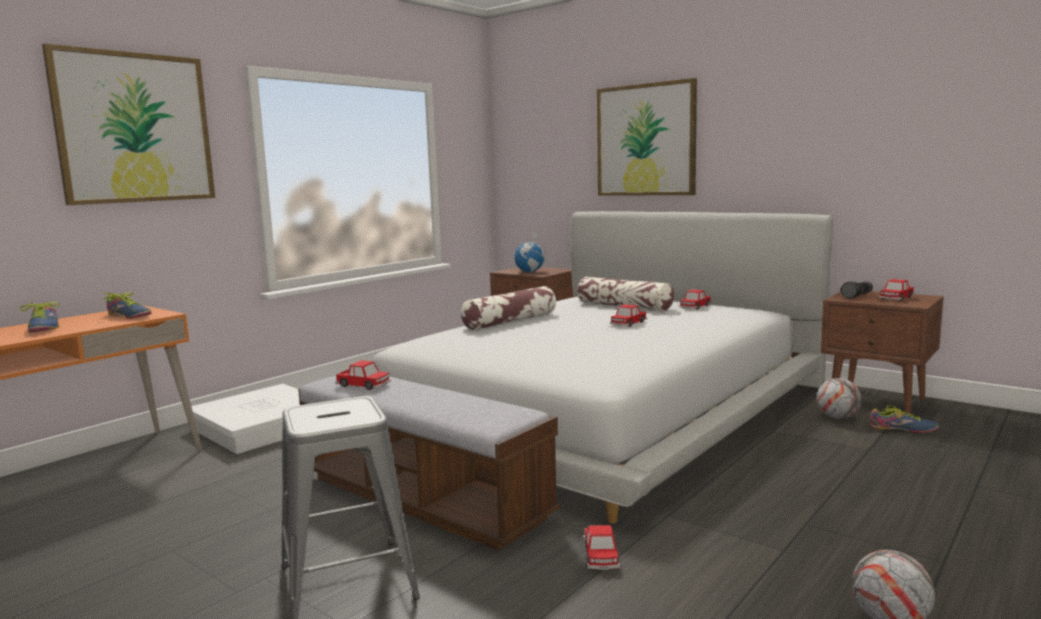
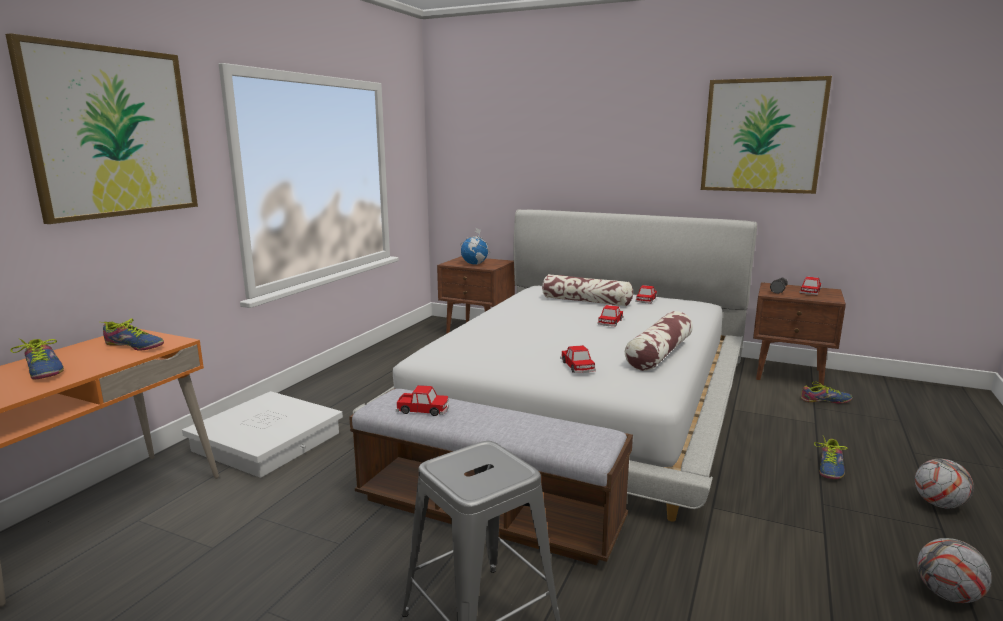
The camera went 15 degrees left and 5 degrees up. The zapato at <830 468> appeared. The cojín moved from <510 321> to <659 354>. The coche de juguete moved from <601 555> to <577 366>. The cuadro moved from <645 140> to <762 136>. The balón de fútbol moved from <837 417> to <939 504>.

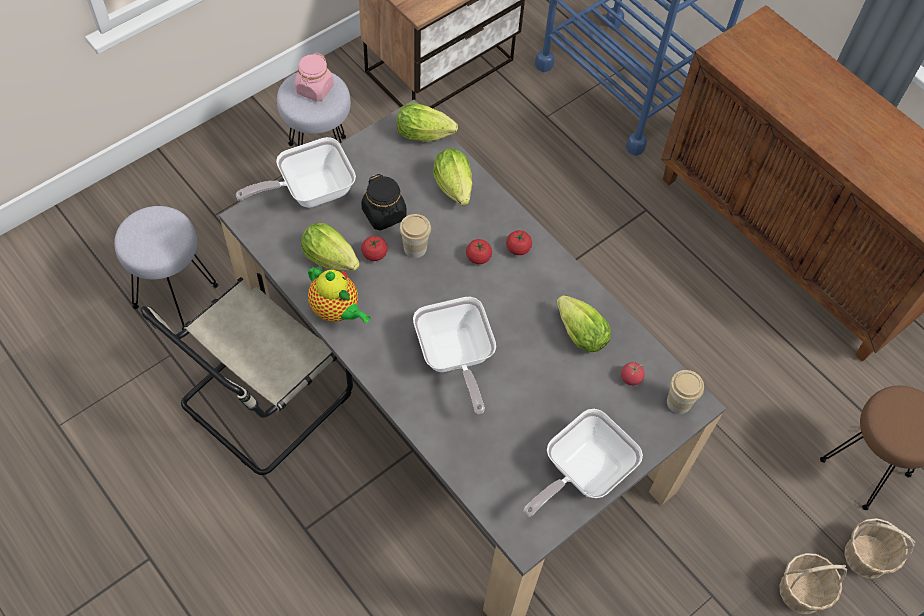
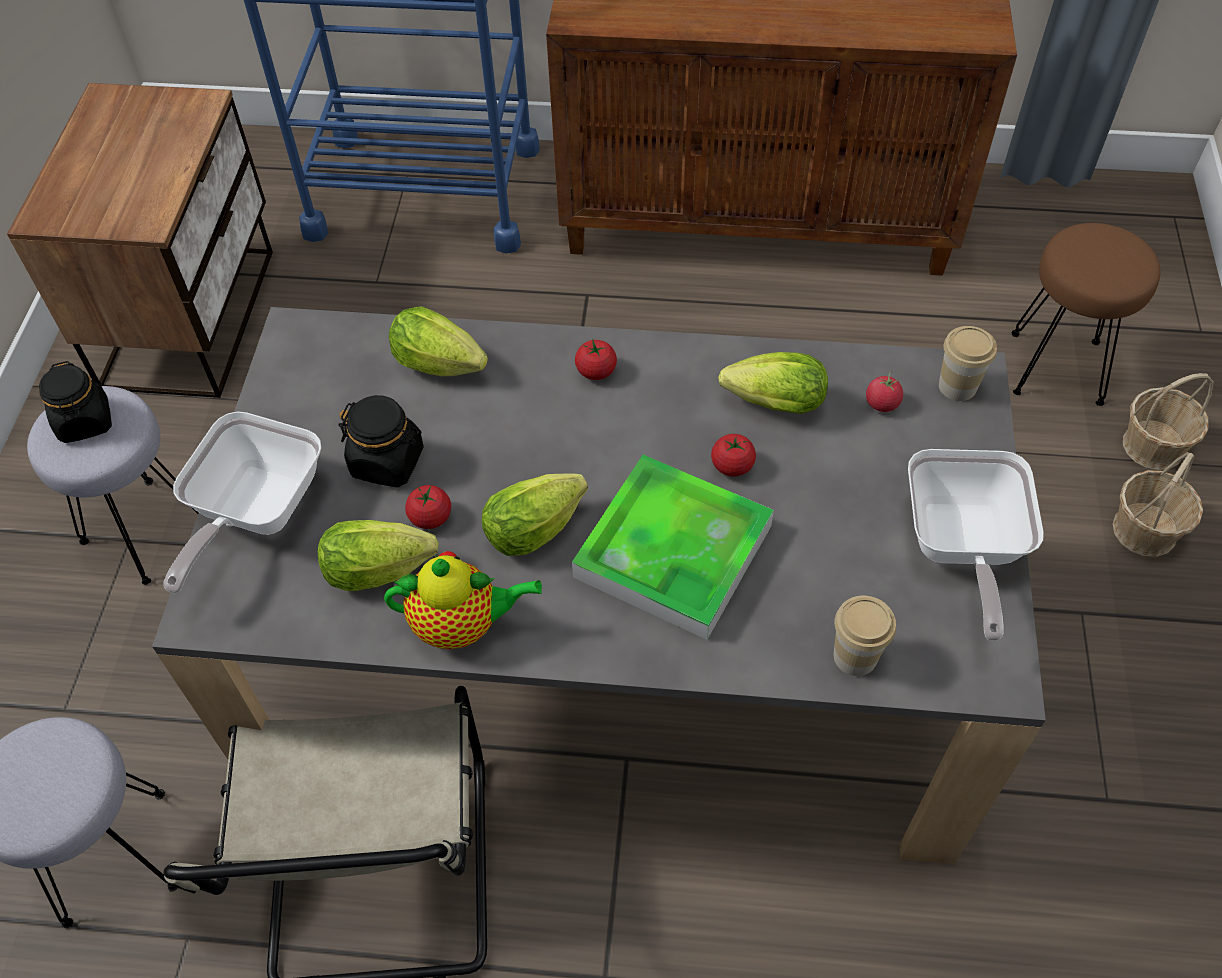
The camera went 40 degrees left and 5 degrees down. The lechuga moved from <427 135> to <539 526>. The taza moved from <415 248> to <855 656>. The tomate moved from <478 257> to <732 466>. The sartén at <455 358> was replaced by the bandeja at <673 551>. The tarro/rosa at <314 89> became the tarro/negro at <85 422>.

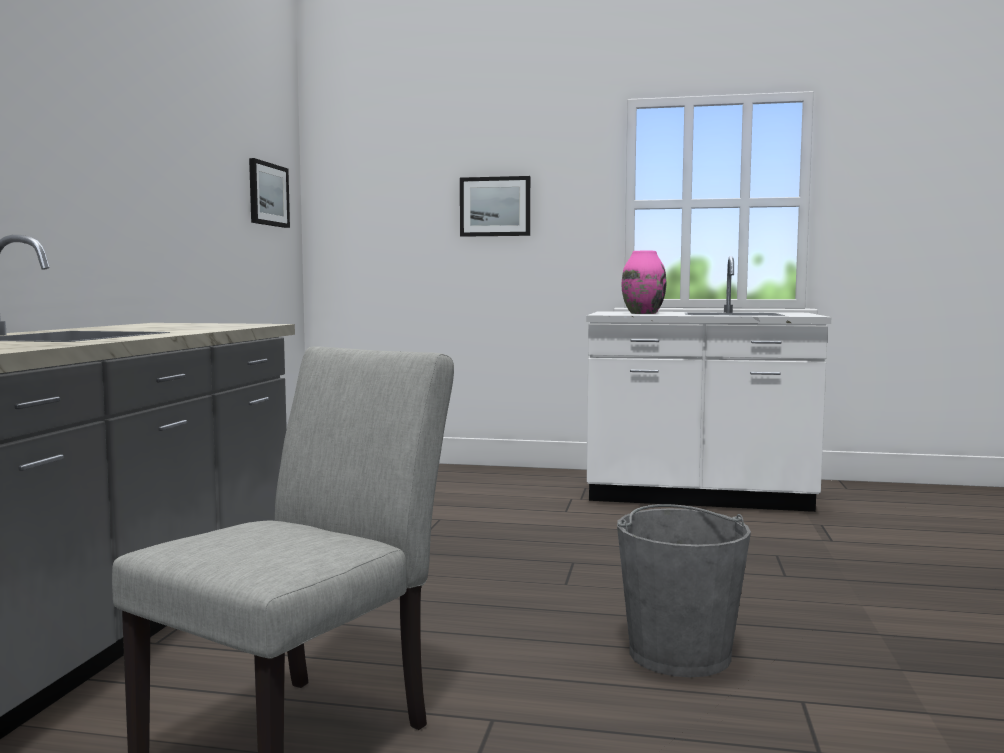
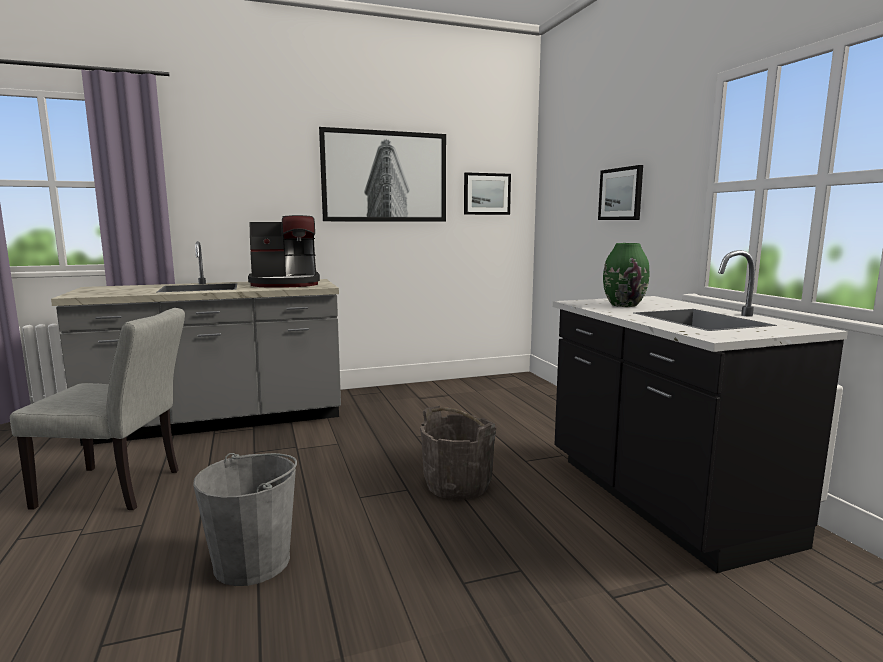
The camera went 60 degrees right and 5 degrees up. The cafetera at <286 284> appeared. The cuadro at <385 177> appeared. The cubo/gris at <457 484> appeared. The mueble bajo de cocina/blanco at <697 496> became the mueble bajo de cocina/negro at <661 500>. The florero/rosa at <642 313> became the florero/verde at <624 305>.

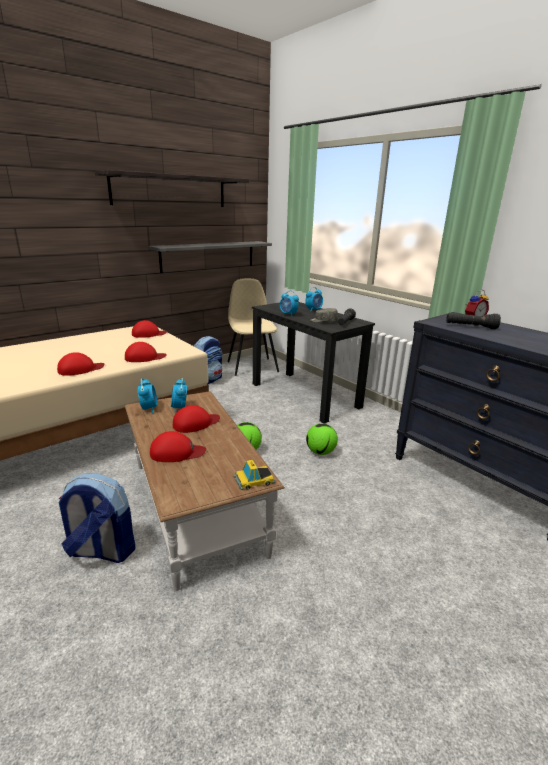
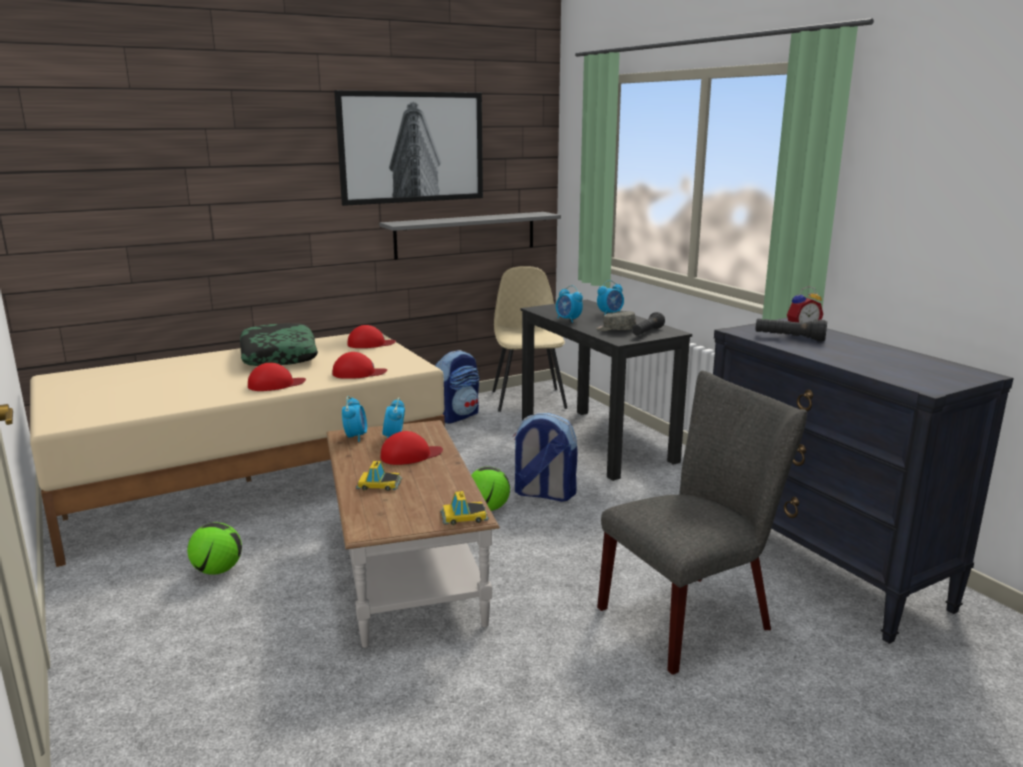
The camera went 10 degrees right and 5 degrees down. The cojín at <278 355> appeared. The silla/gris at <693 616> appeared. The mochila moved from <101 551> to <543 494>. The balón de fútbol moved from <320 452> to <218 570>. The estante at <170 191> was replaced by the cuadro at <412 147>. The gorra/rojo at <177 452> was replaced by the coche de juguete at <379 484>.

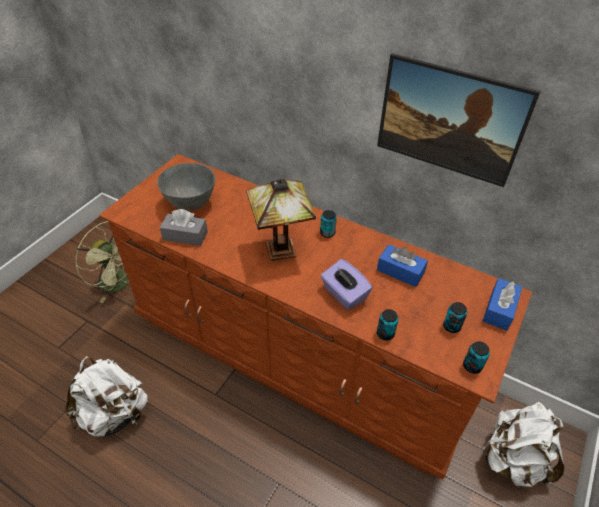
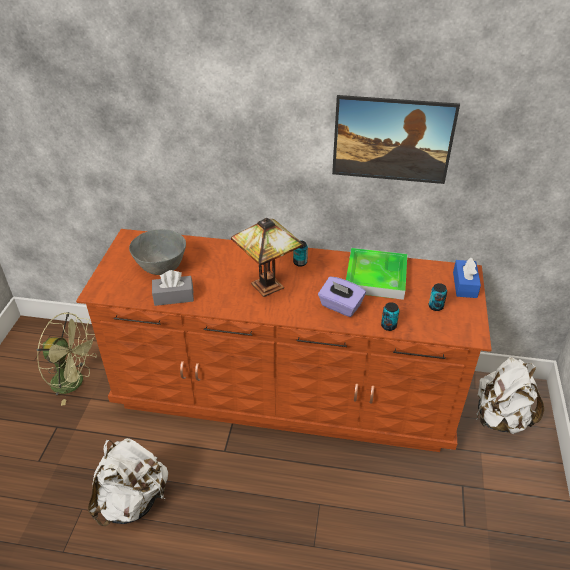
The camera went 20 degrees left and 5 degrees down. The lata at <472 366> disappeared. The caja de pañuelos/azul at <400 271> was replaced by the bandeja at <376 277>.

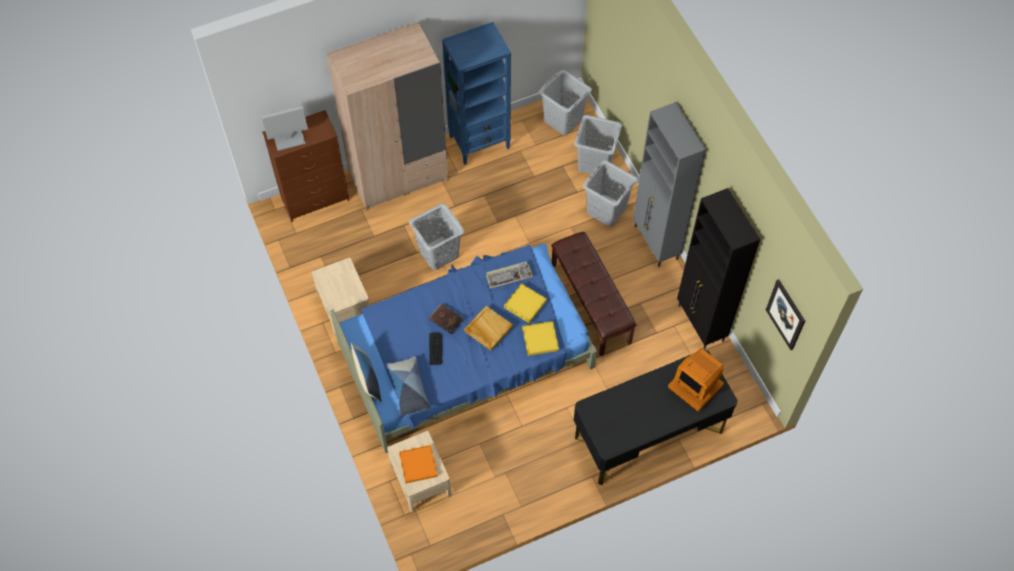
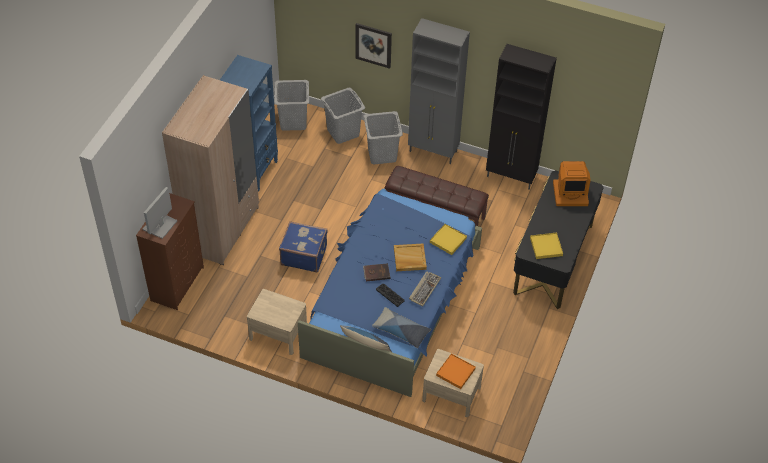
The camera went 45 degrees left and 10 degrees down. The teclado moved from <509 275> to <424 289>. The bandeja/amarillo moved from <525 304> to <546 247>. The cuadro moved from <786 314> to <373 45>. The cesto de la ropa/gris at <438 253> was replaced by the maleta/azul at <304 255>.

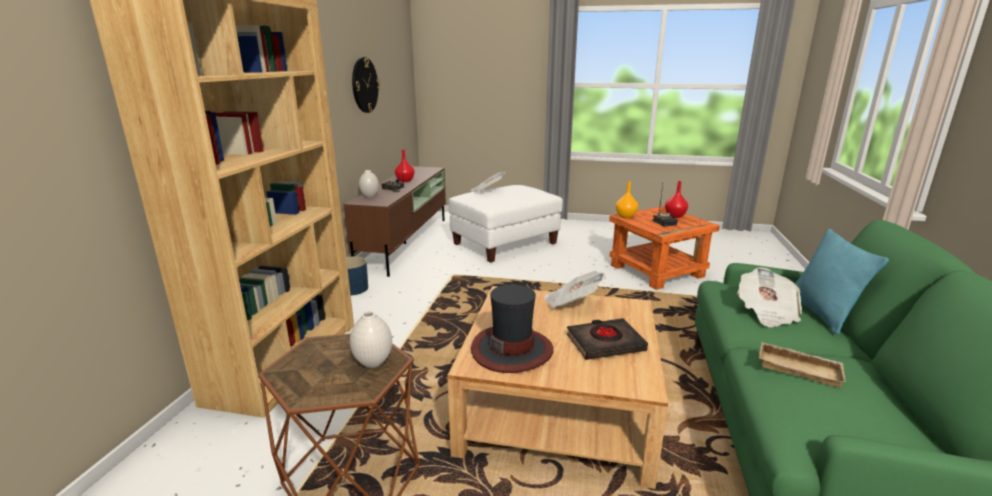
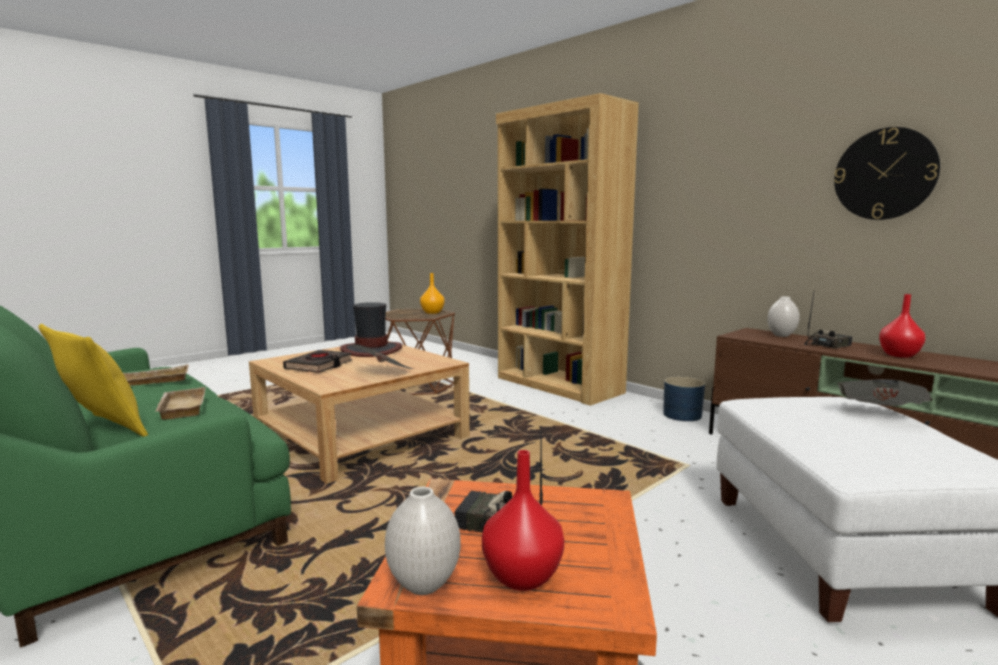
The camera went 125 degrees right and 10 degrees down. The florero/blanco moved from <373 363> to <423 584>. The florero/naranja moved from <625 216> to <432 312>. The periódico at <766 312> was replaced by the bandeja/beis at <180 408>. The cojín/turquesa at <821 313> became the cojín/amarillo at <102 430>.

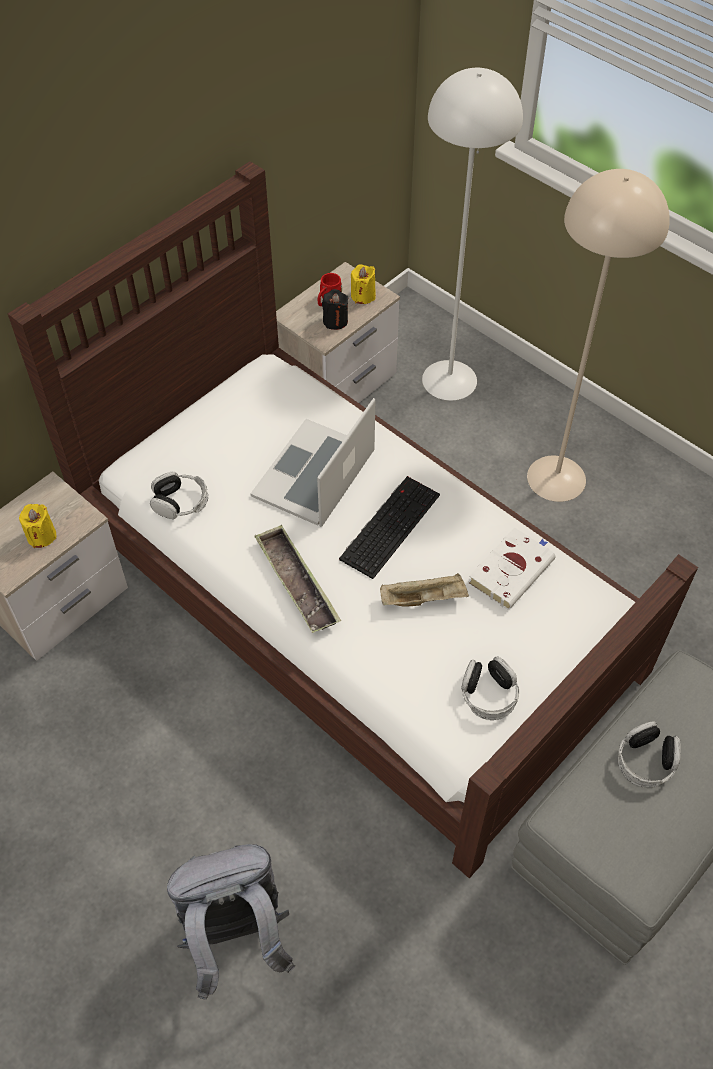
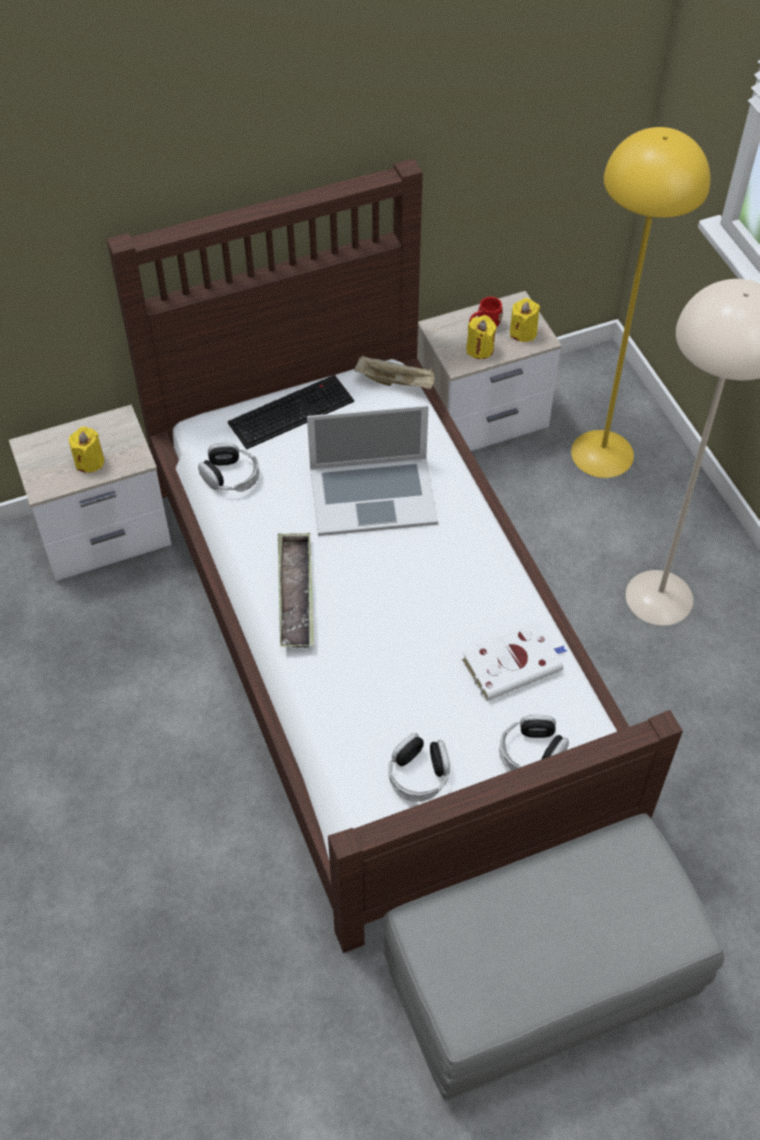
The camera went 25 degrees right and 0 degrees up. The mochila/gris at <236 937> disappeared. The teclado moved from <389 525> to <291 410>. The bandeja/beis moved from <424 598> to <396 382>. The auriculares moved from <646 761> to <531 752>. The vela/negro at <335 321> became the vela/amarillo at <479 349>. The lámpara de pie/blanco at <449 380> became the lámpara de pie/amarillo at <601 453>. The portátil at <314 473> turned 150 degrees counterclockwise.

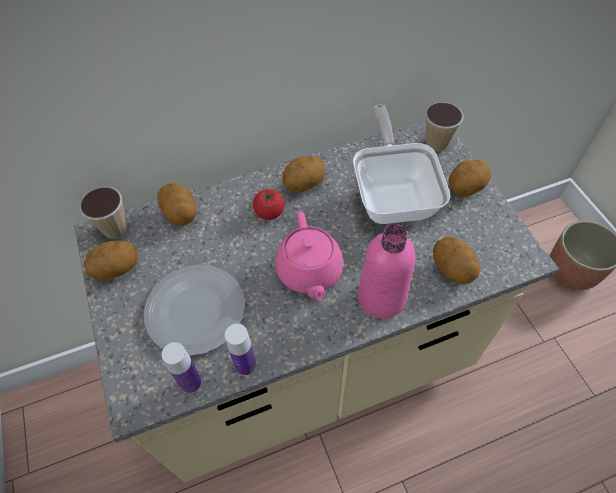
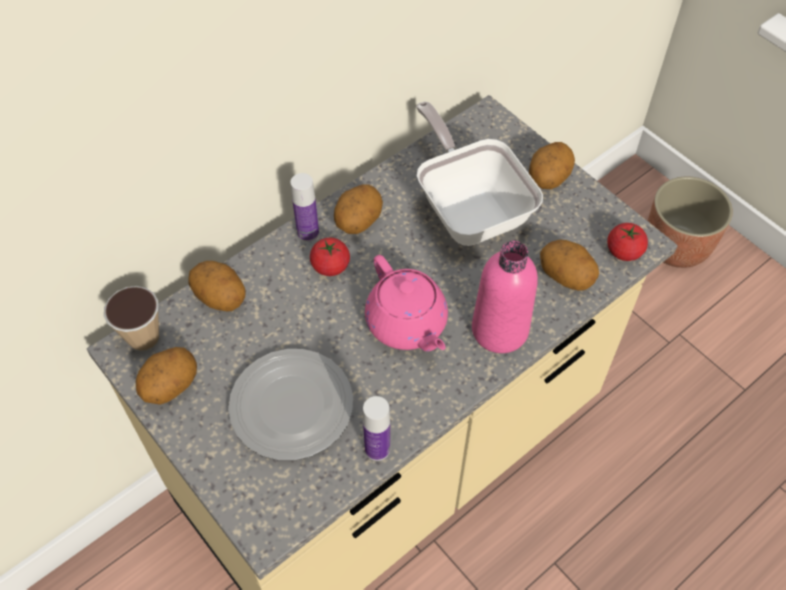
The camera went 20 degrees left and 0 degrees up. The taza at <436 144> disappeared. The tomate at <624 251> appeared. The botella moved from <191 383> to <308 233>.

